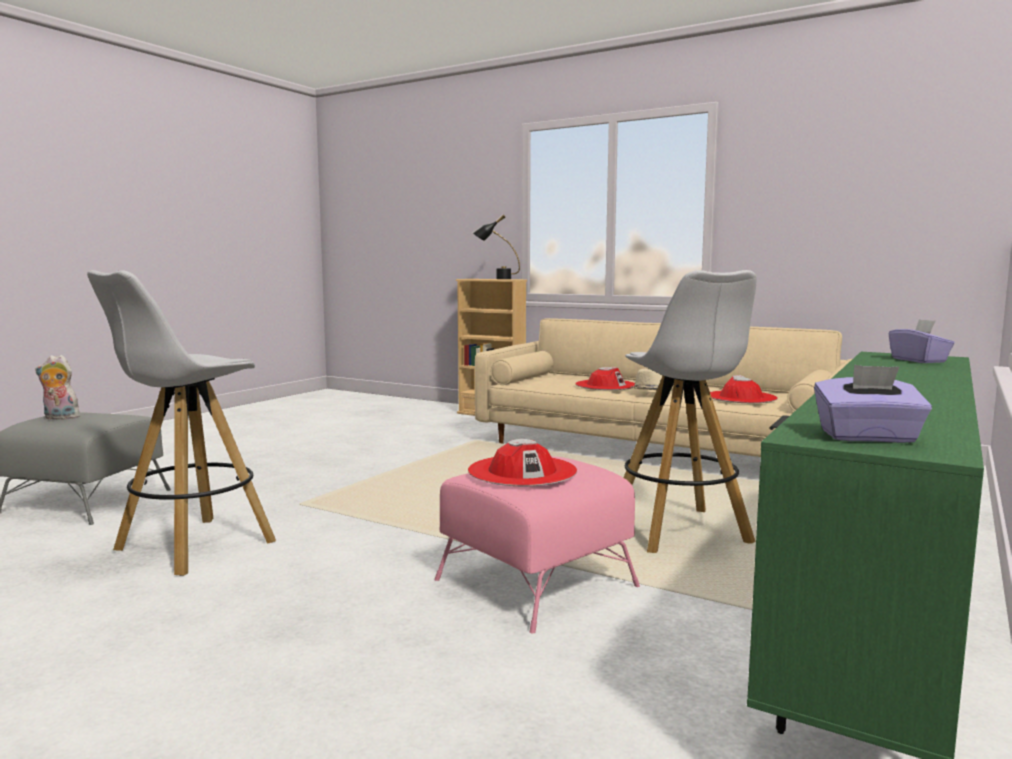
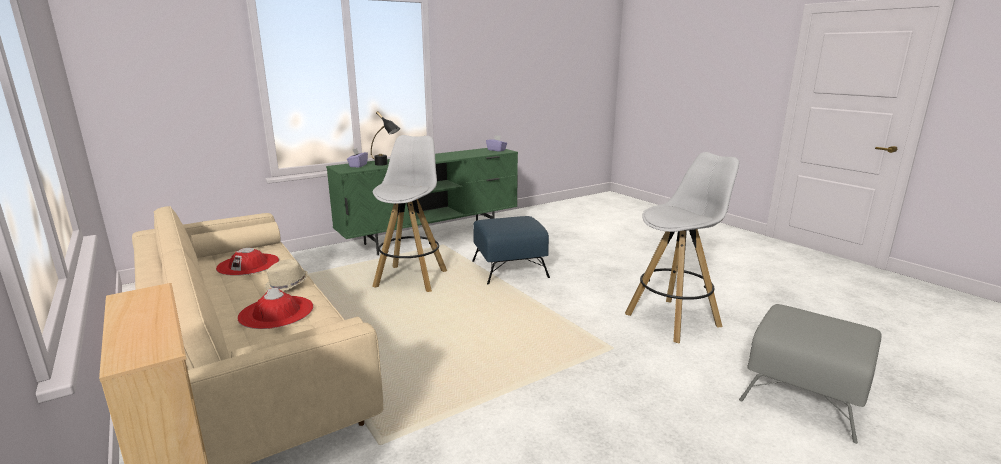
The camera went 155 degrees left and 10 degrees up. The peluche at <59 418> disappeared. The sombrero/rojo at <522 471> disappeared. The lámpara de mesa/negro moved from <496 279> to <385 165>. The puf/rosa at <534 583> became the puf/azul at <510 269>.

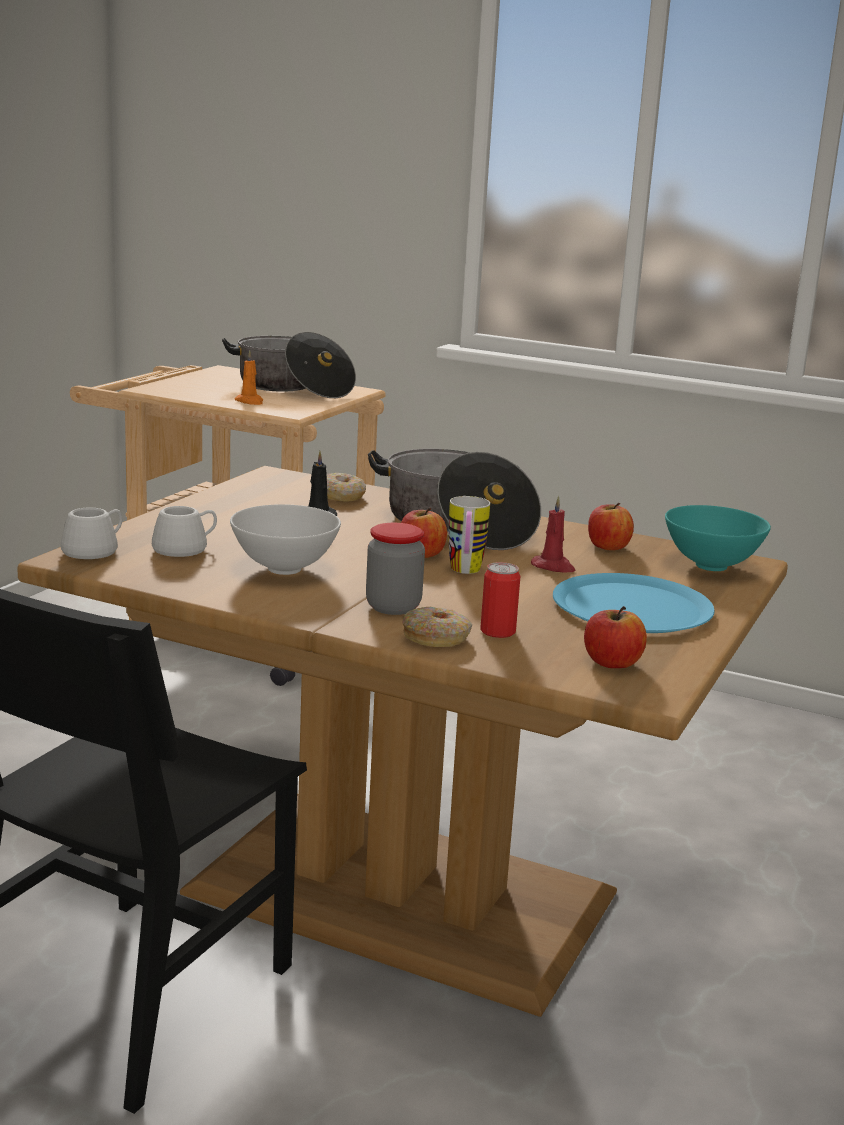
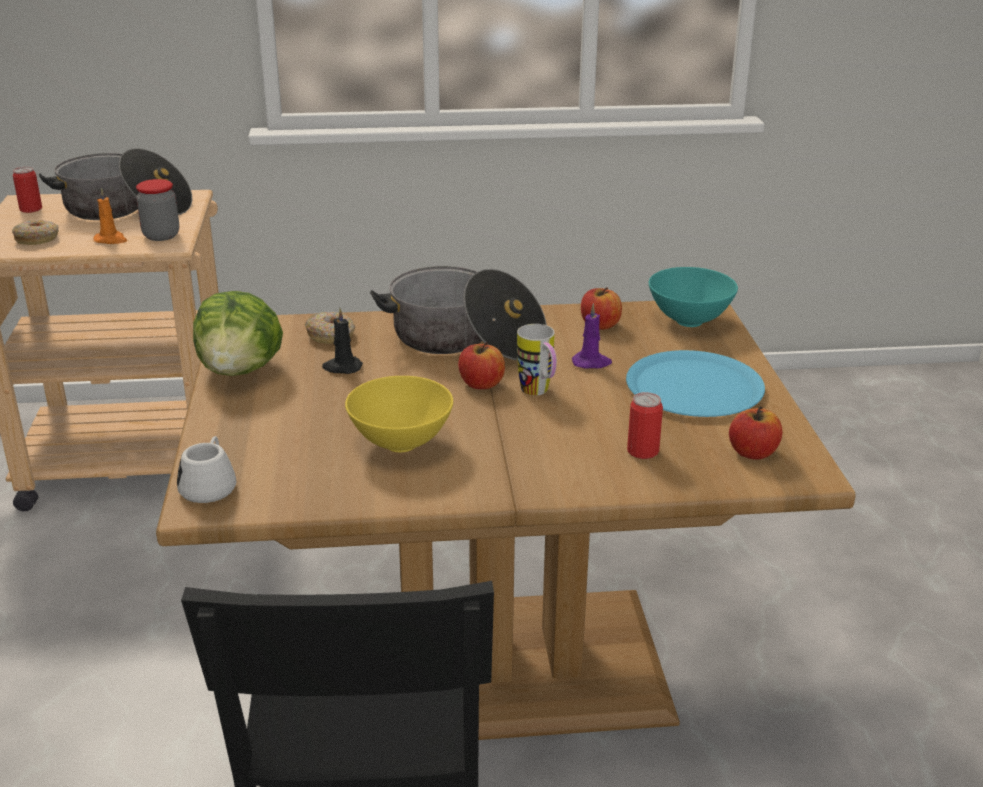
The camera went 30 degrees left and 10 degrees up. The taza grande/blanco at <186 549> disappeared. The lata at <31 209> appeared. The lechuga at <241 370> appeared. The tarro moved from <393 607> to <161 236>. The rosquilla moved from <436 638> to <37 239>. The cuenco/blanco at <283 569> became the cuenco/amarillo at <400 444>. The vela/rojo at <553 567> became the vela/morado at <592 363>.

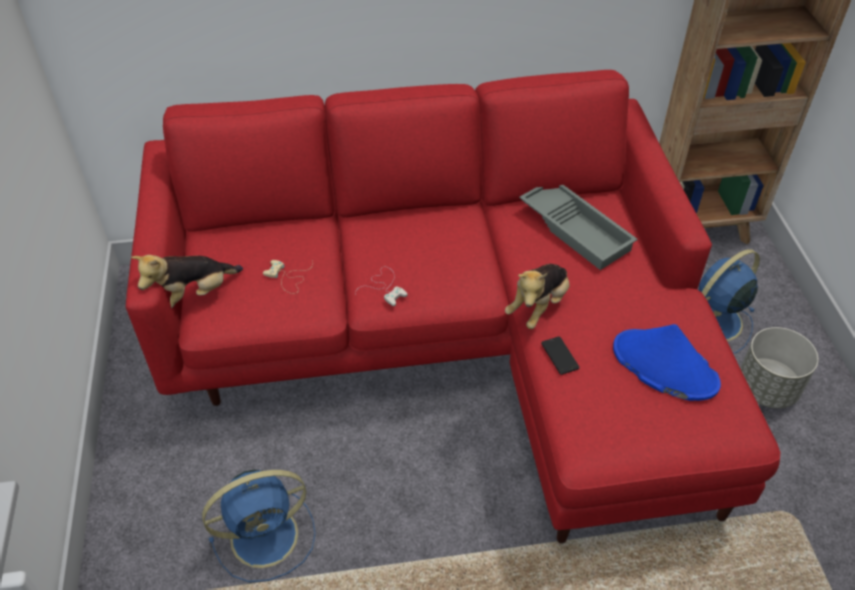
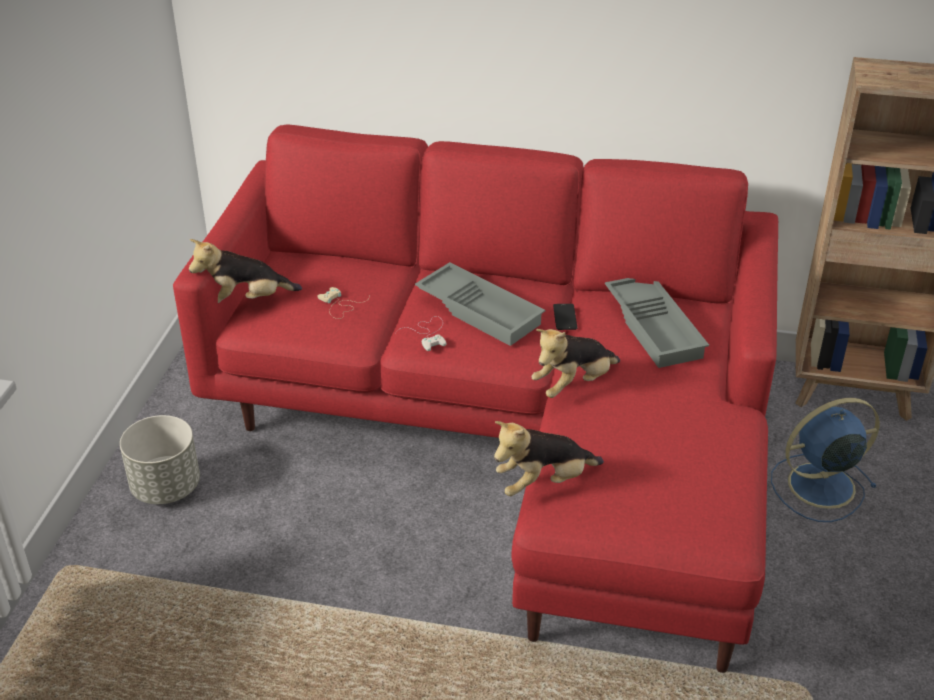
The camera went 20 degrees right and 10 degrees down. The ventilador/azul at <267 535> disappeared. The sombrero/azul at <664 366> disappeared. The bandeja/gris at <481 310> appeared. The peluche at <543 483> appeared. The móvil moved from <559 356> to <565 317>. The maceta/gris moved from <767 388> to <166 488>.

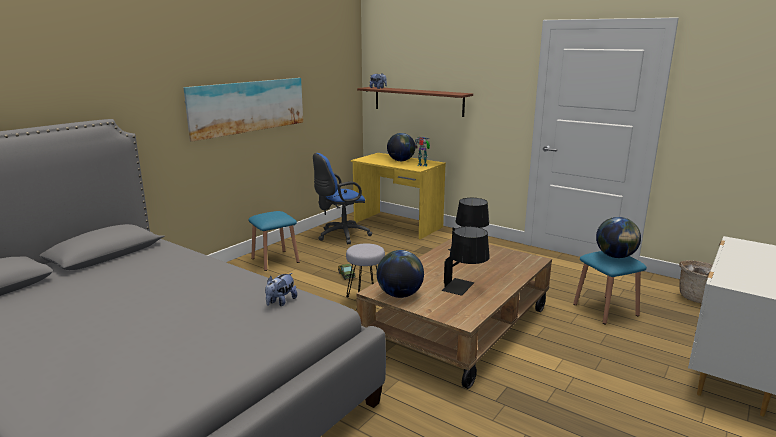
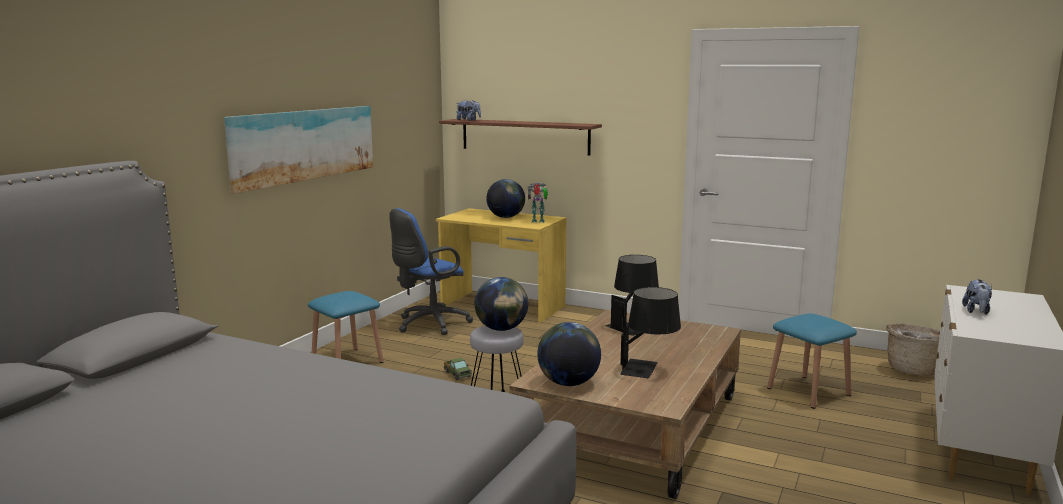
The camera went 10 degrees left and 5 degrees down. The peluche moved from <281 302> to <976 311>. The globo terráqueo moved from <615 256> to <502 329>.

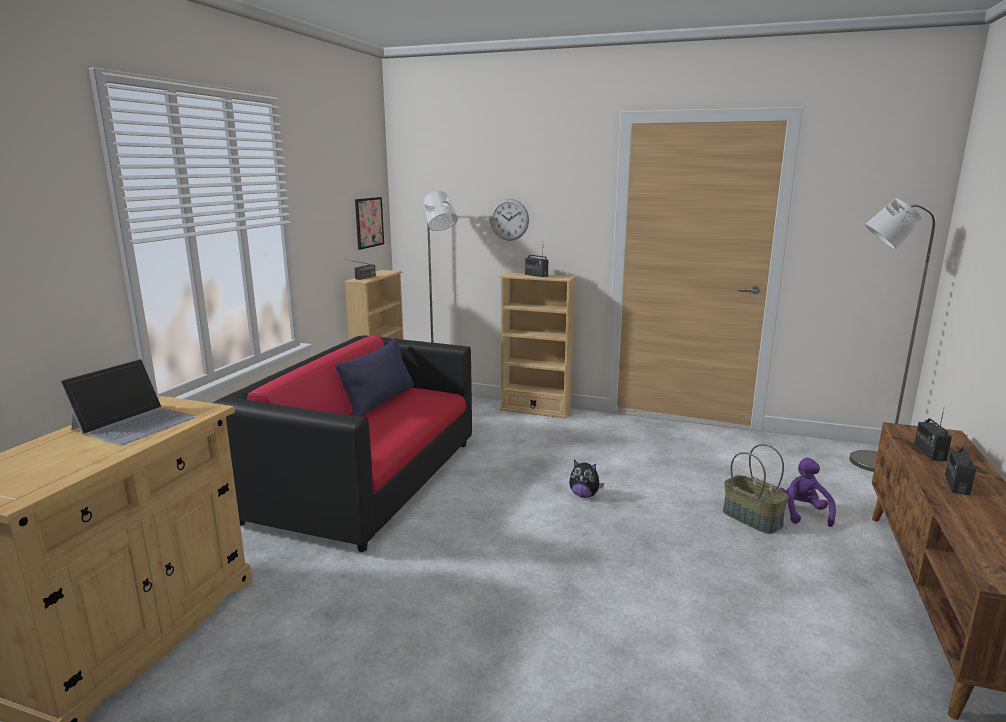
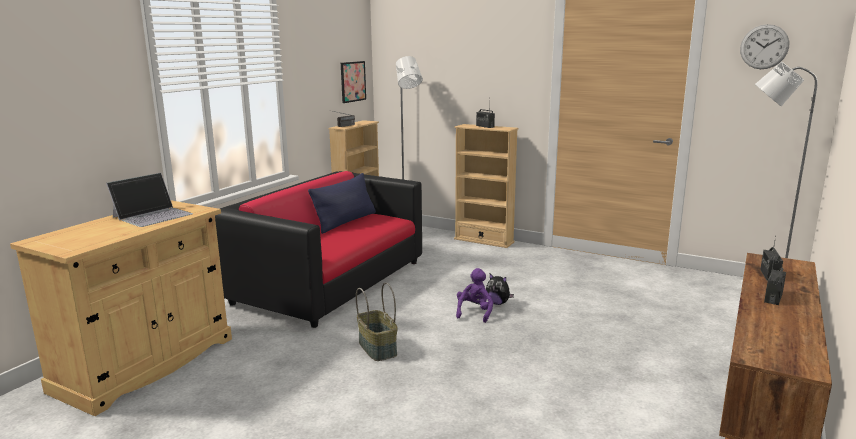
The camera went 10 degrees right and 0 degrees up. The reloj de pared moved from <509 219> to <764 47>. The cesta moved from <753 518> to <378 348>. The peluche/morado moved from <803 513> to <474 312>.

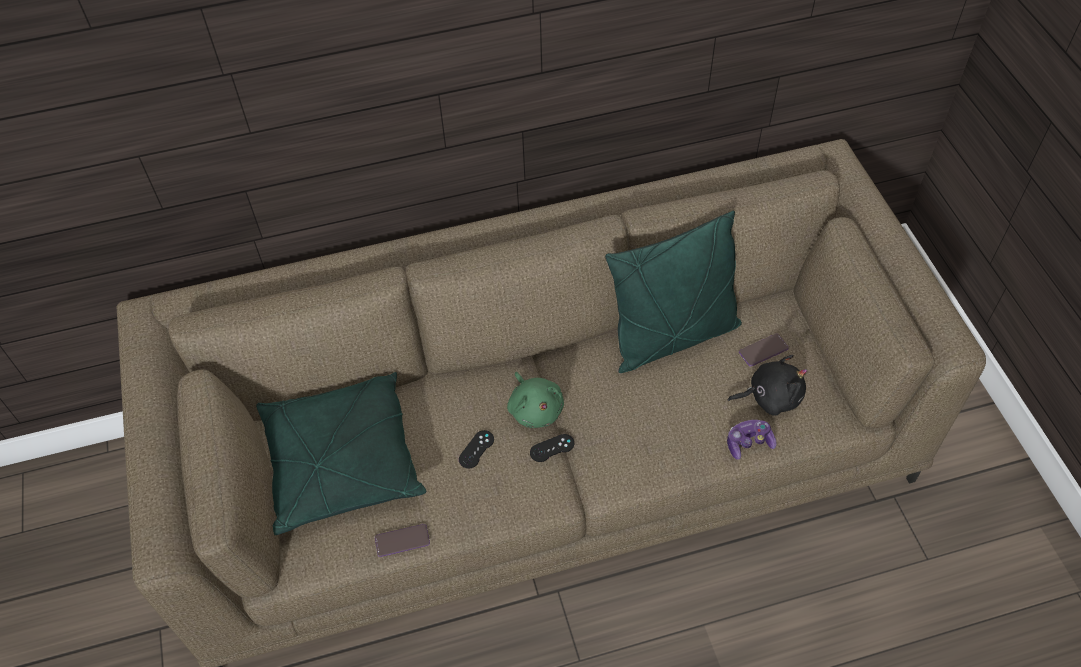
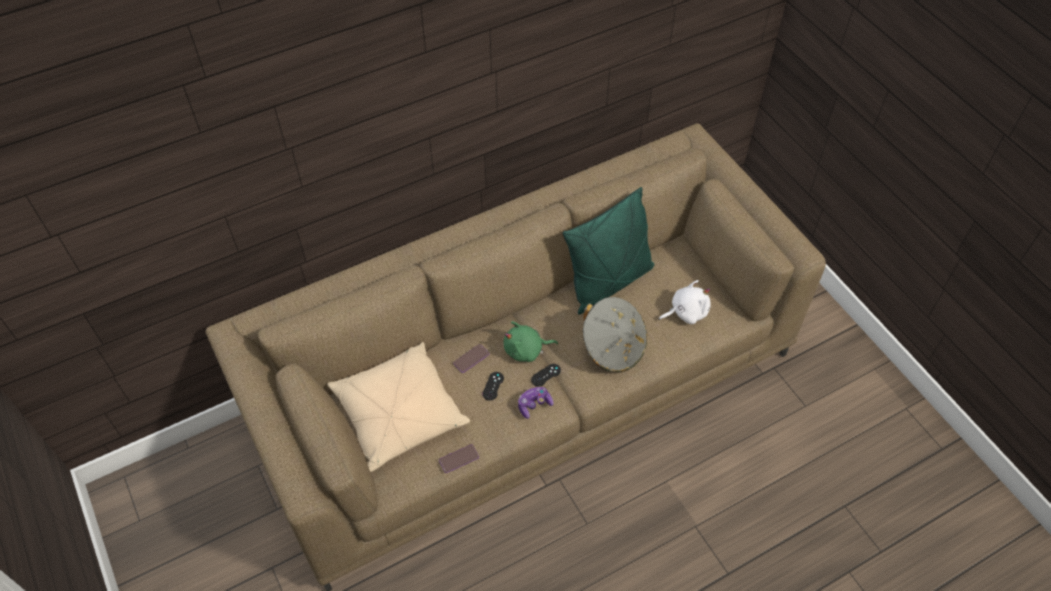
The camera went 15 degrees left and 0 degrees up. The sombrero/gris at <613 347> appeared. The mando de consola moved from <748 443> to <534 405>. The móvil moved from <763 350> to <471 359>. The cojín/verde at <342 463> became the cojín/beis at <399 414>. The peluche/negro at <770 397> became the peluche/blanco at <686 312>. The peluche/verde at <535 409> turned 120 degrees clockwise.

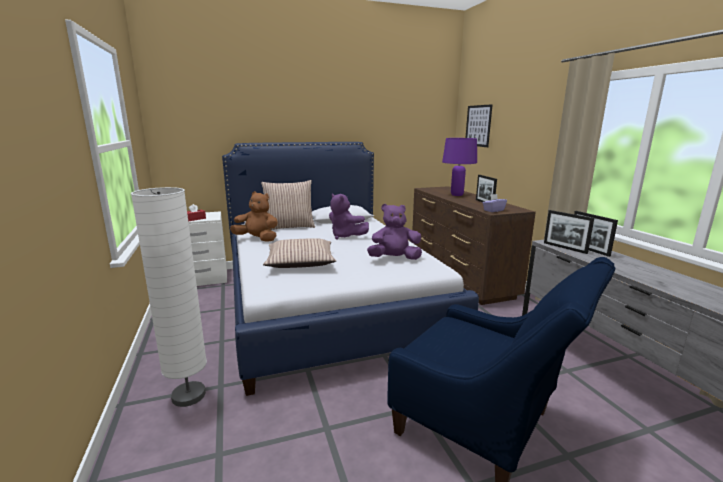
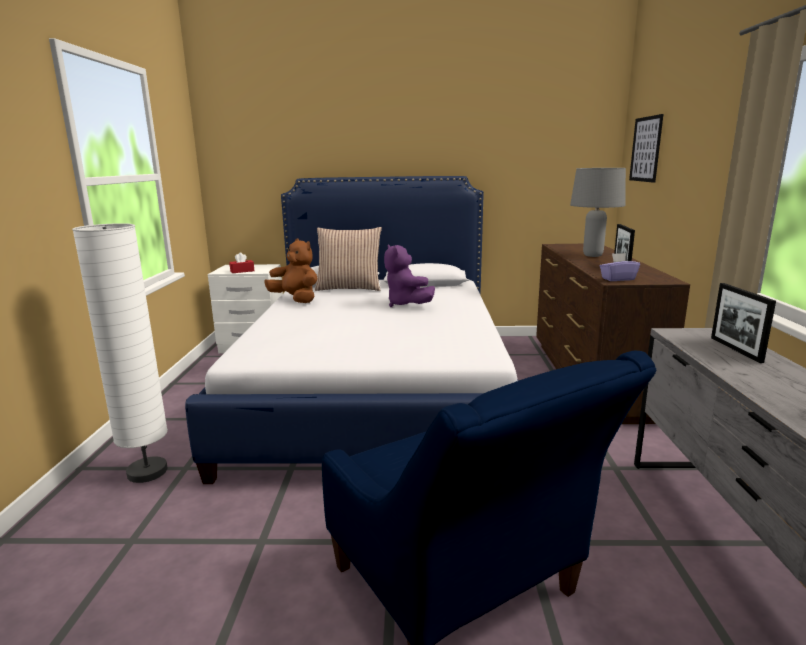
The camera went 20 degrees right and 0 degrees up. The cojín at <300 262> disappeared. The peluche/morado at <394 259> disappeared. The portarretratos at <564 248> disappeared. The lámpara de mesa/morado at <457 195> became the lámpara de mesa/gris at <592 255>.

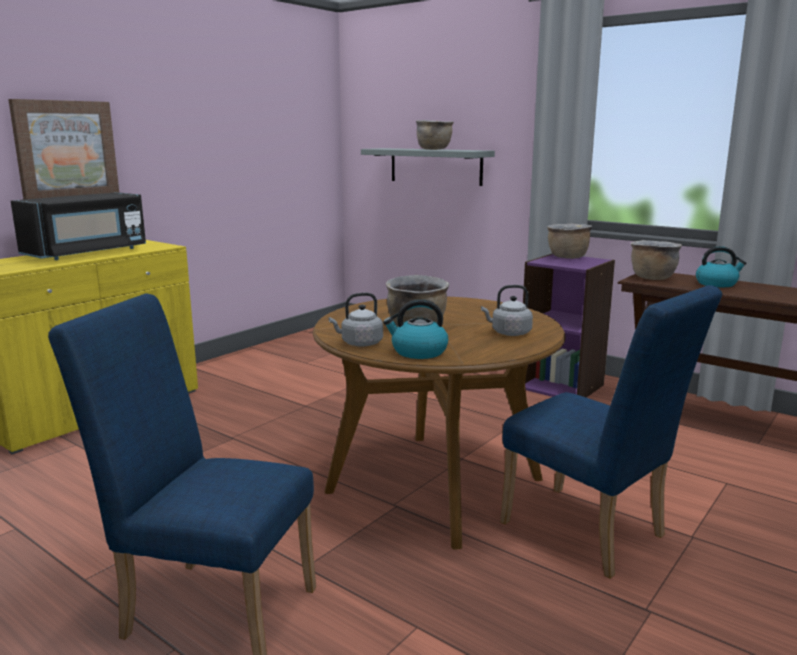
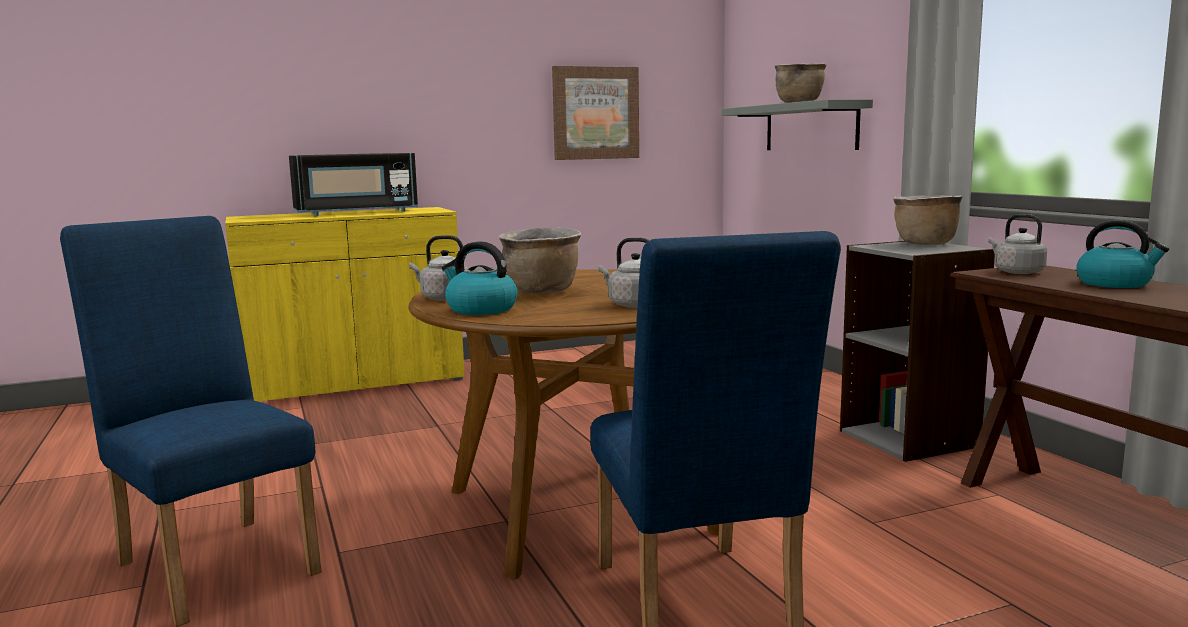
The camera went 30 degrees right and 5 degrees down. The cuadro moved from <66 151> to <595 113>. The olla/marrón at <652 278> was replaced by the hervidor/gris at <1016 272>. The estantería/morado at <562 386> became the estantería/gris at <909 438>.

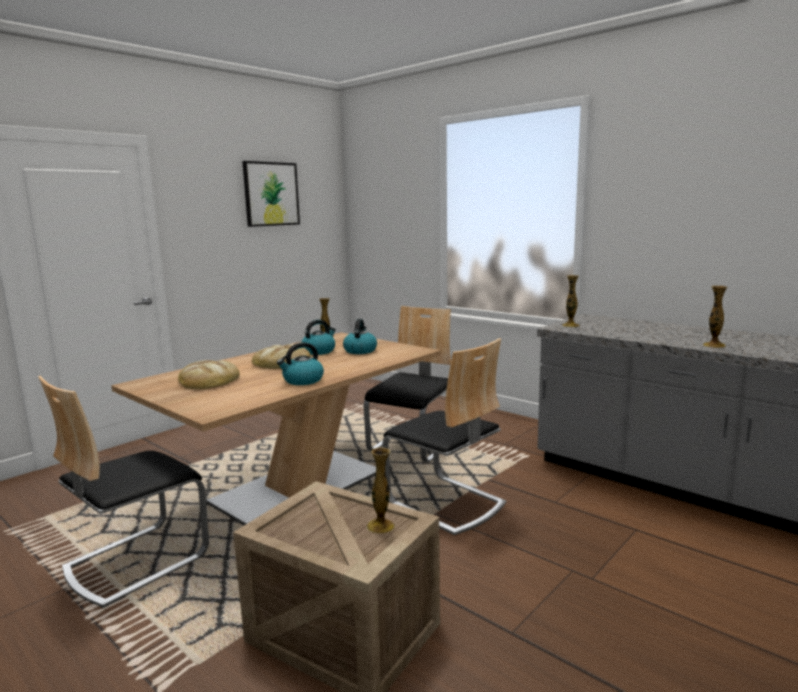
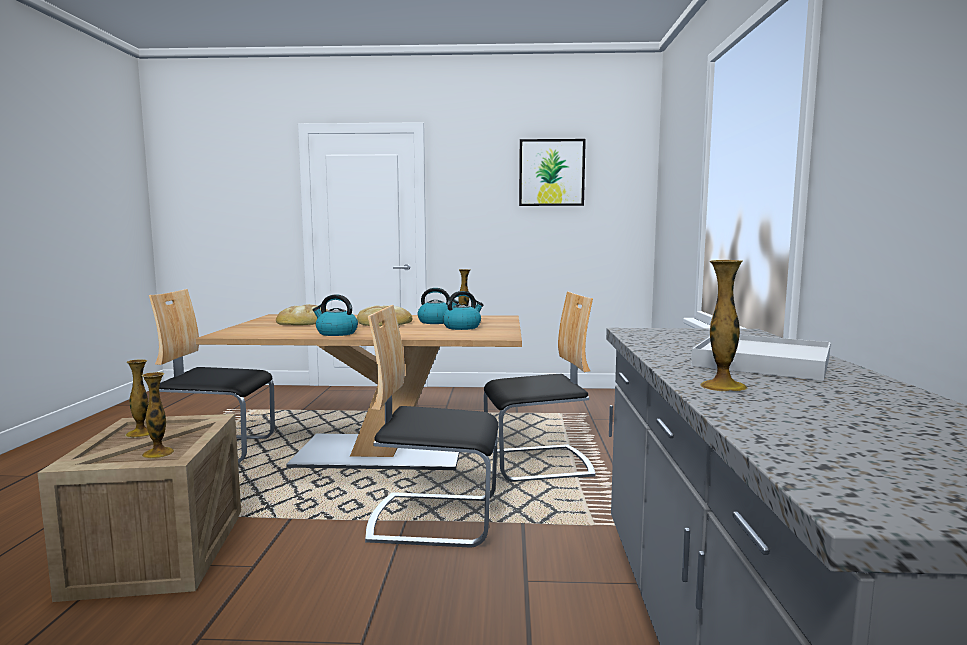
The camera went 50 degrees right and 5 degrees down. The bandeja/blanco at <762 362> appeared. The florero moved from <570 325> to <140 433>. The silla at <445 503> turned 90 degrees clockwise.

